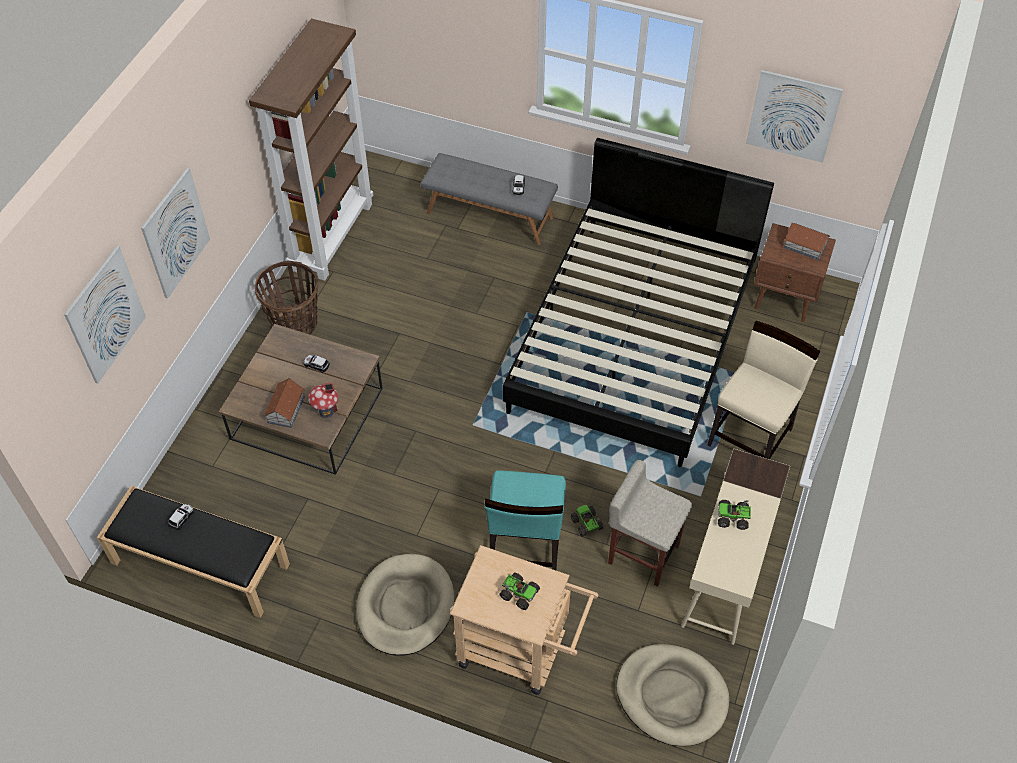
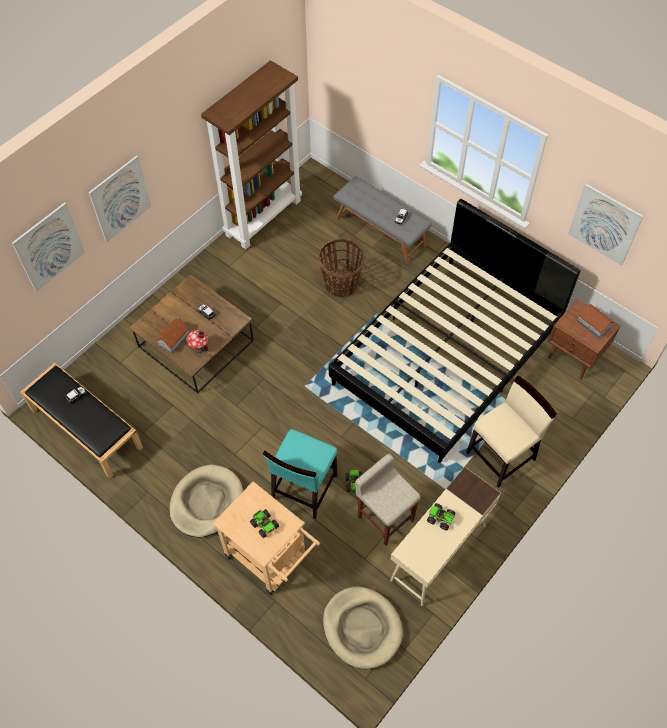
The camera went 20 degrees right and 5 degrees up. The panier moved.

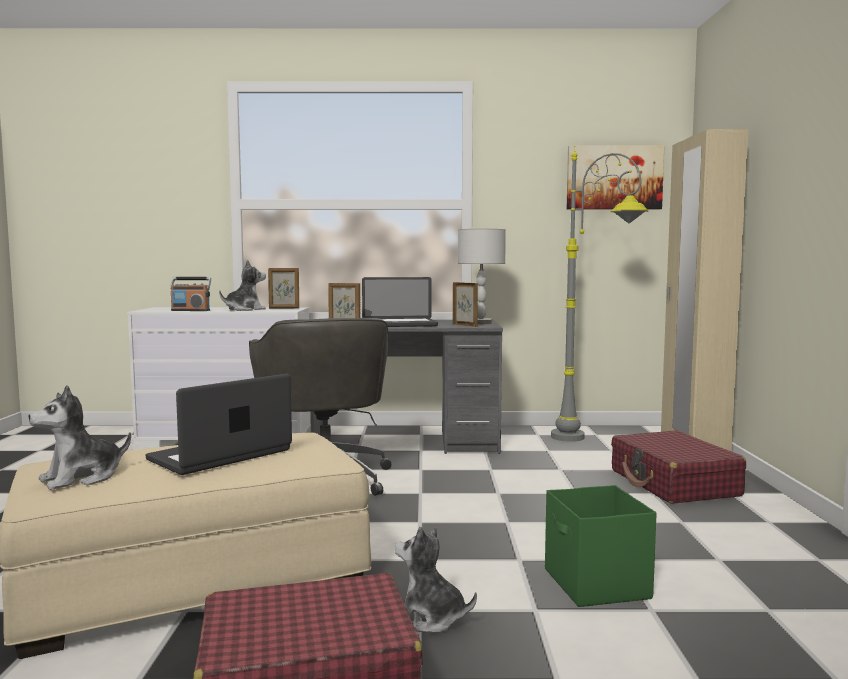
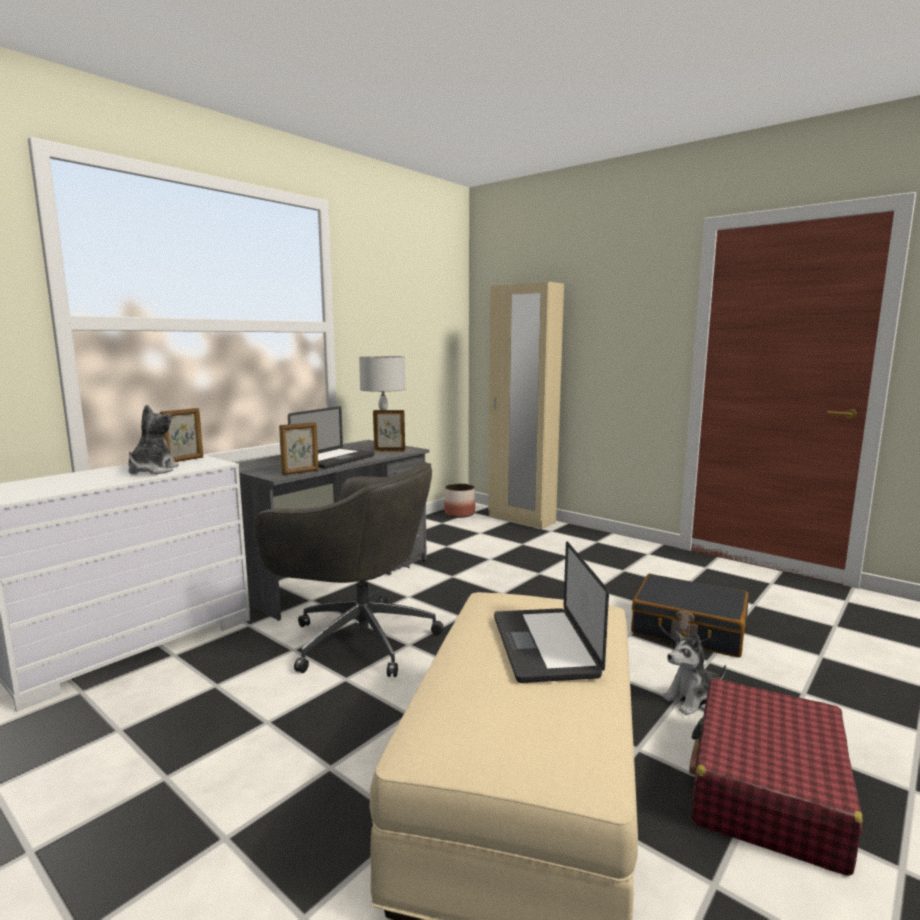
The camera went 50 degrees left and 5 degrees up. The peluche (no. 1 from left) disappeared. The radio disappeared. The lampadaire [gris] disappeared. The tableau disappeared. The valise [rouge] (no. 2 from left) disappeared. The cache-pot appeared. The boîte de rangement [vert] was replaced by the valise [noir].

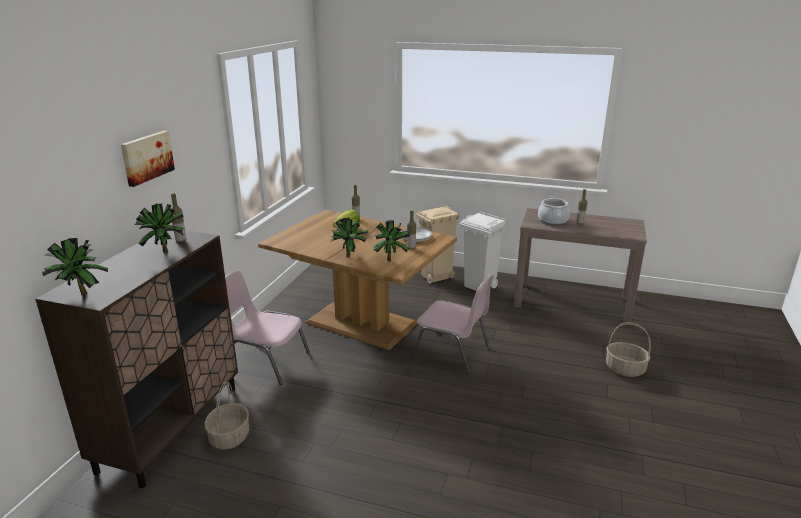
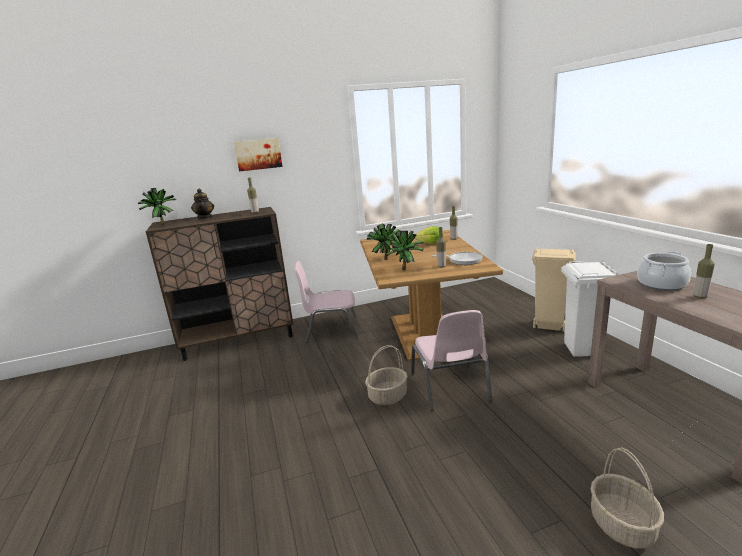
The camera went 55 degrees right and 5 degrees down. The plante en pot (no. 2 from left) disappeared. The théière appeared. The panier (no. 1 from left) moved. The chaise [rose] (no. 1 from left) turned 75 degrees counterclockwise.

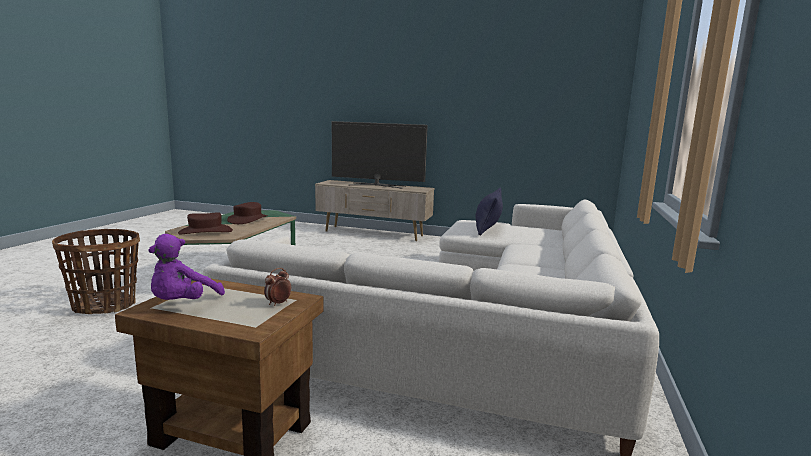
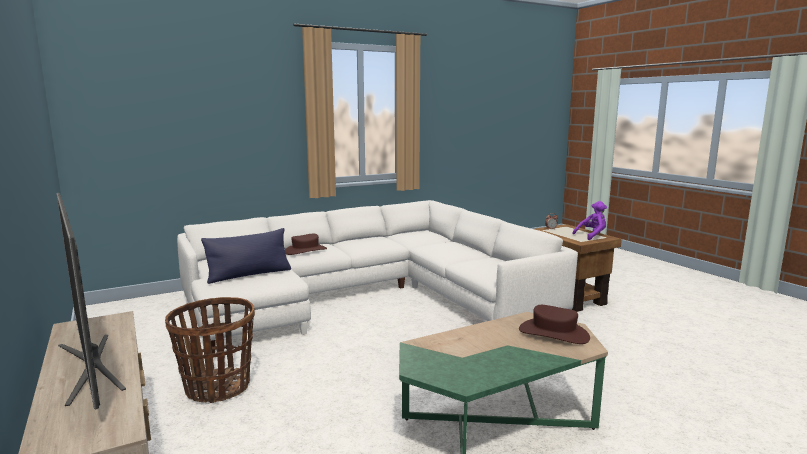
The camera went 135 degrees left and 0 degrees up. The panier moved. The chapeau [marron] (no. 2 from left in the first image) moved.

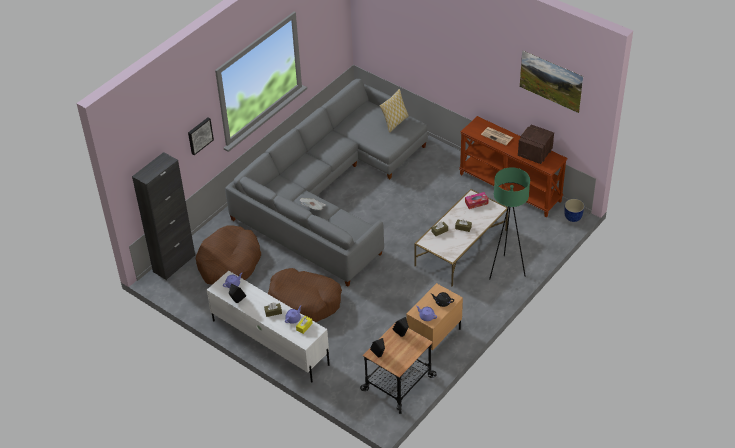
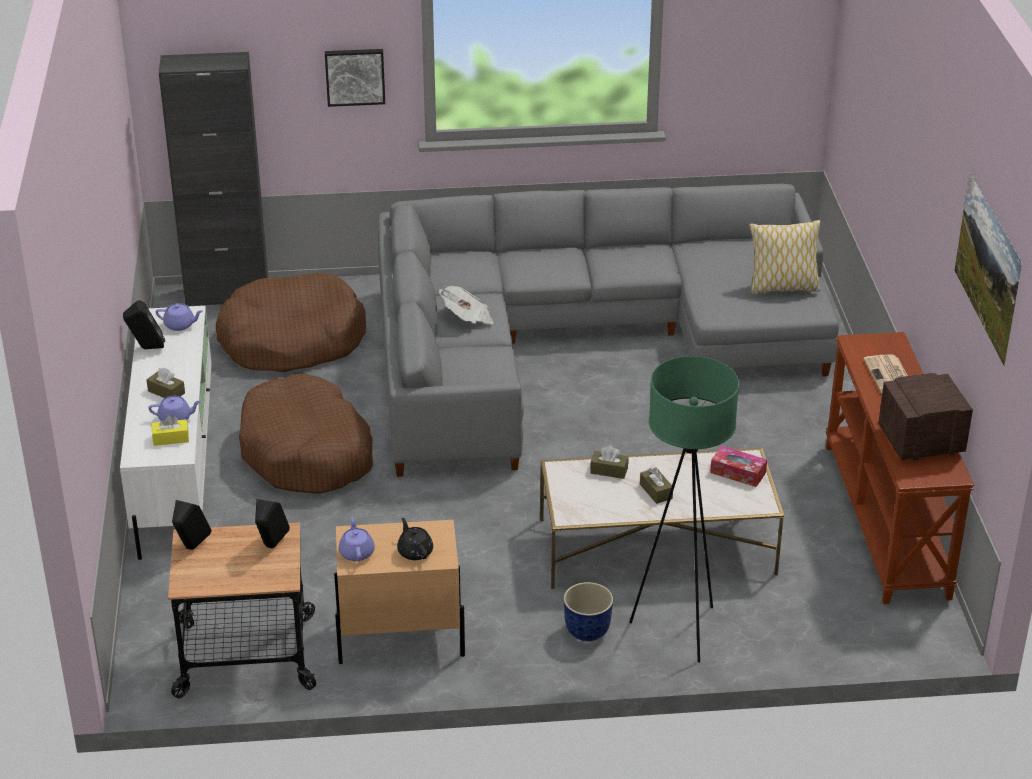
The camera went 45 degrees right and 10 degrees down. The cache-pot moved.

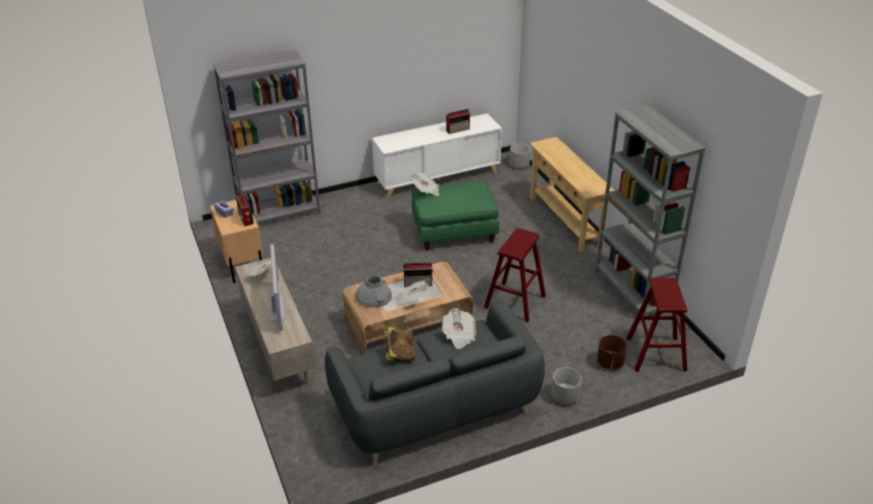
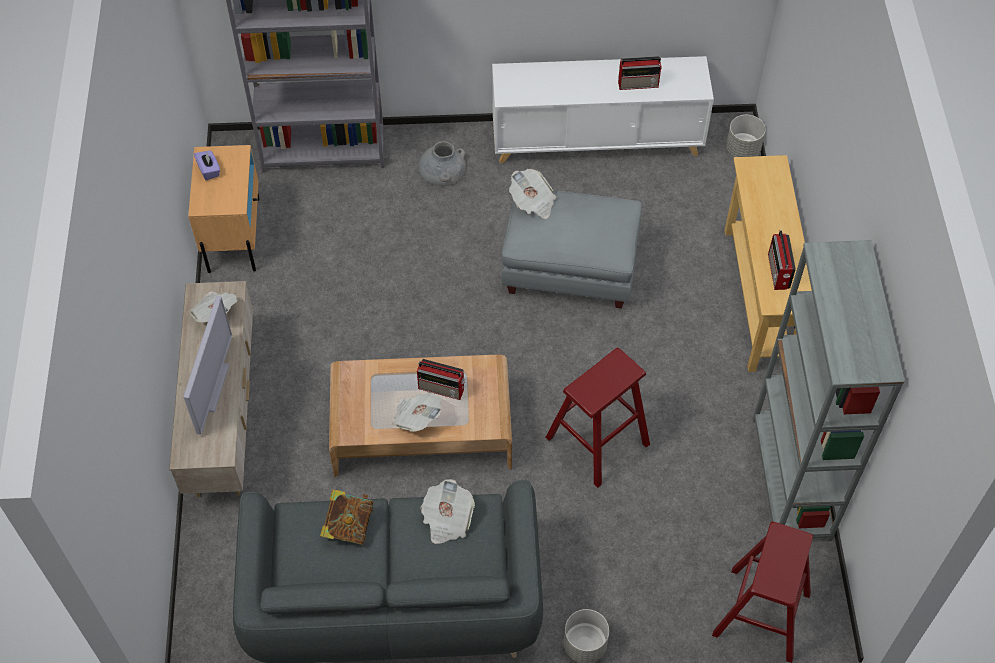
The camera went 20 degrees right and 20 degrees up. The cache-pot [marron] disappeared. The radio (no. 1 from left in the first image) moved. The vase [gris] moved. The pouf [vert] became the pouf [gris].

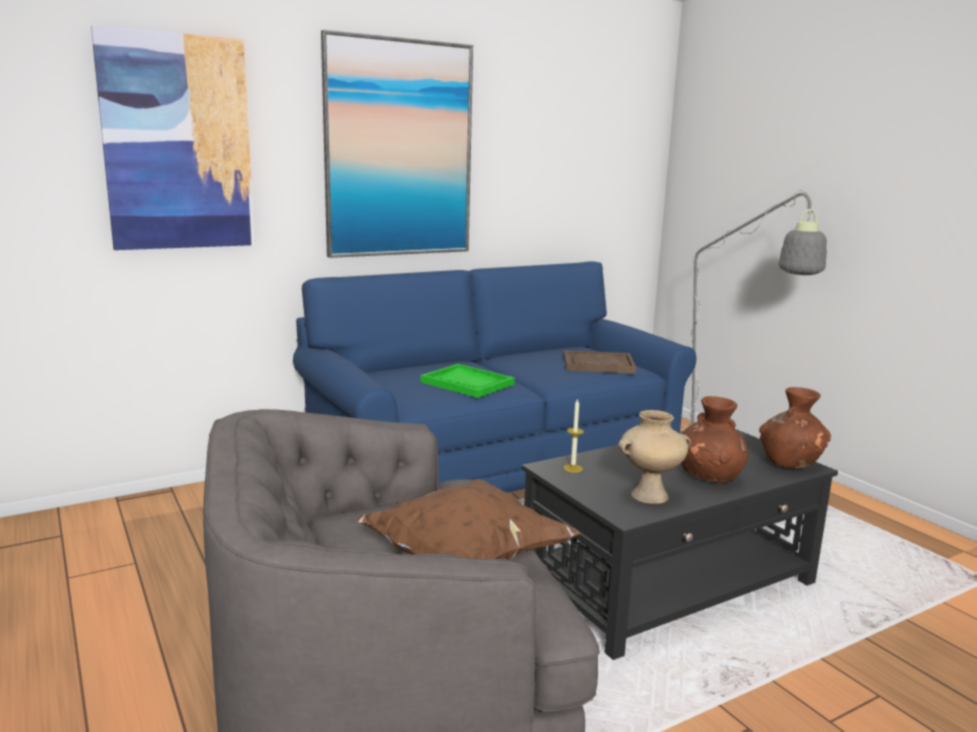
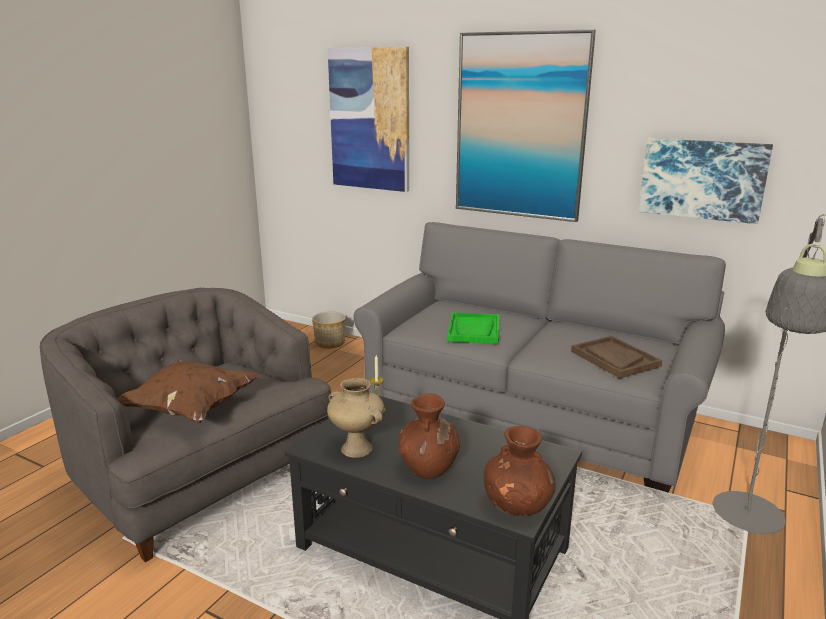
The camera went 60 degrees right and 5 degrees up. The cache-pot appeared. The tableau (no. 3 from left) appeared. The canapé [bleu] became the canapé [gris].

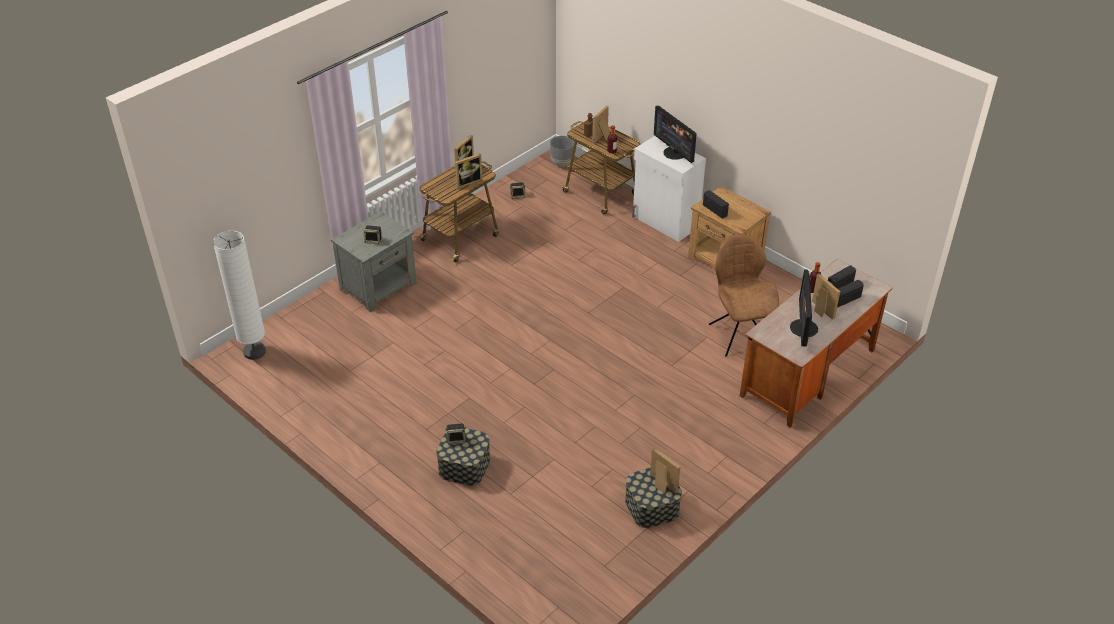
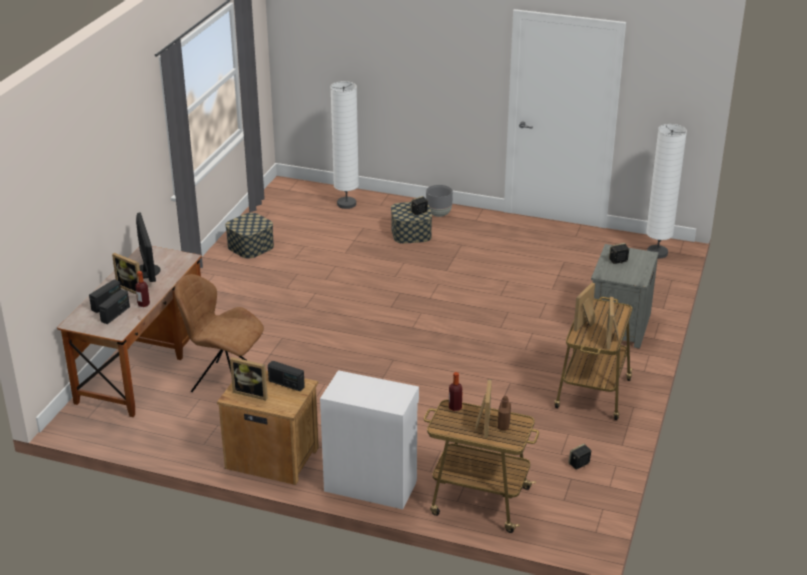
The camera went 155 degrees right and 10 degrees down. The écran d'ordinateur (no. 1 from left) disappeared. The lampadaire [blanc] (no. 1 from left) appeared. The cache-pot [gris] moved. The cadre photo (no. 4 from left in the first image) moved. The chaise [marron] turned 150 degrees clockwise.

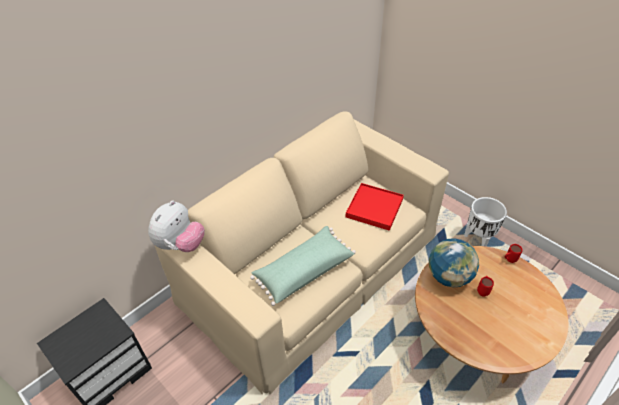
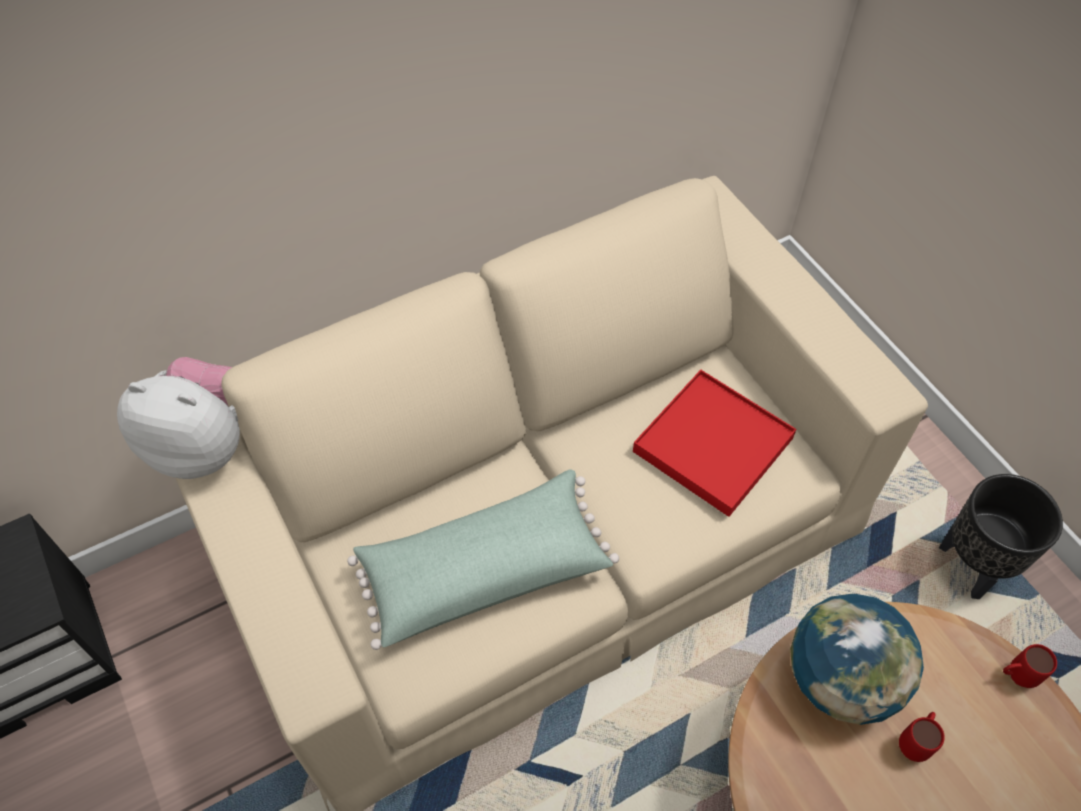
The camera went 15 degrees right and 10 degrees up. The cache-pot [blanc] became the cache-pot [noir]. The peluche turned 120 degrees counterclockwise.

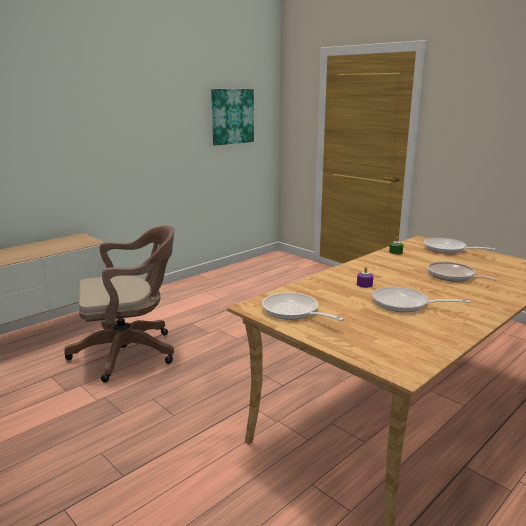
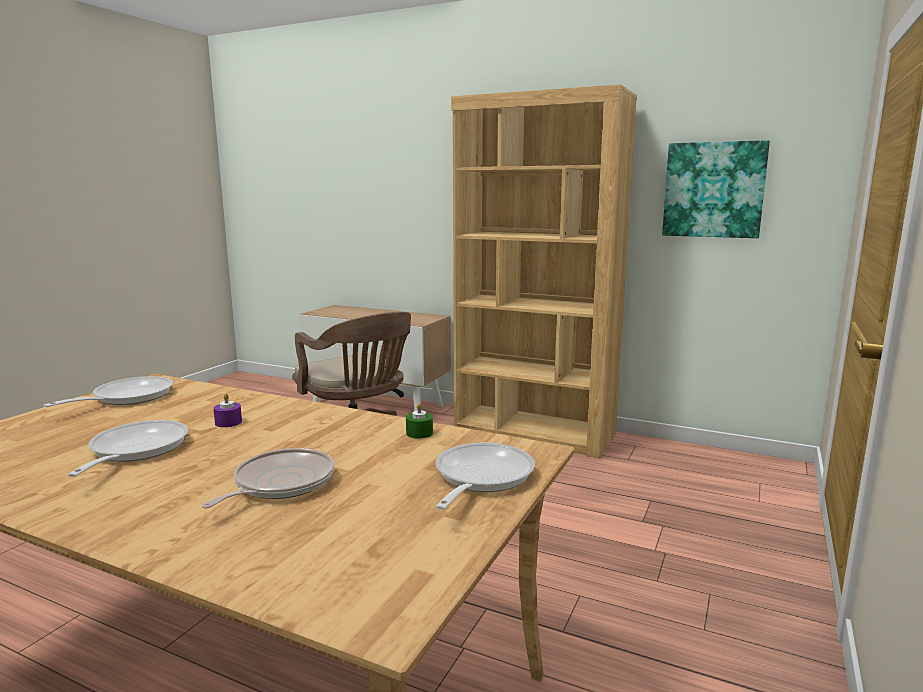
The camera went 70 degrees right and 5 degrees down. The bibliothèque [marron] appeared.

